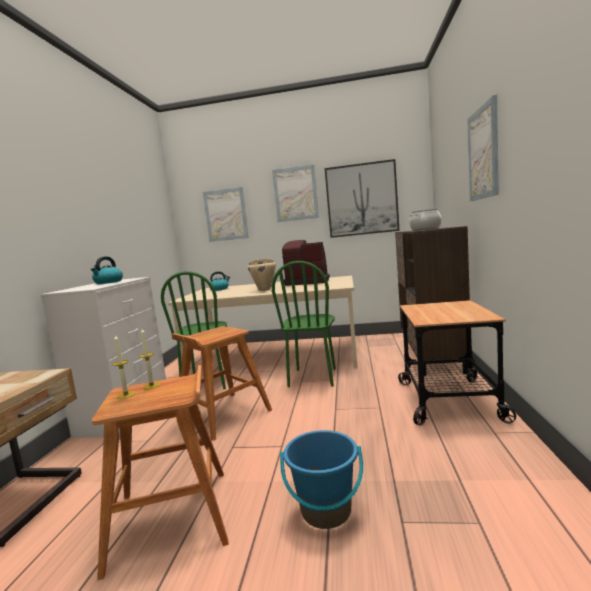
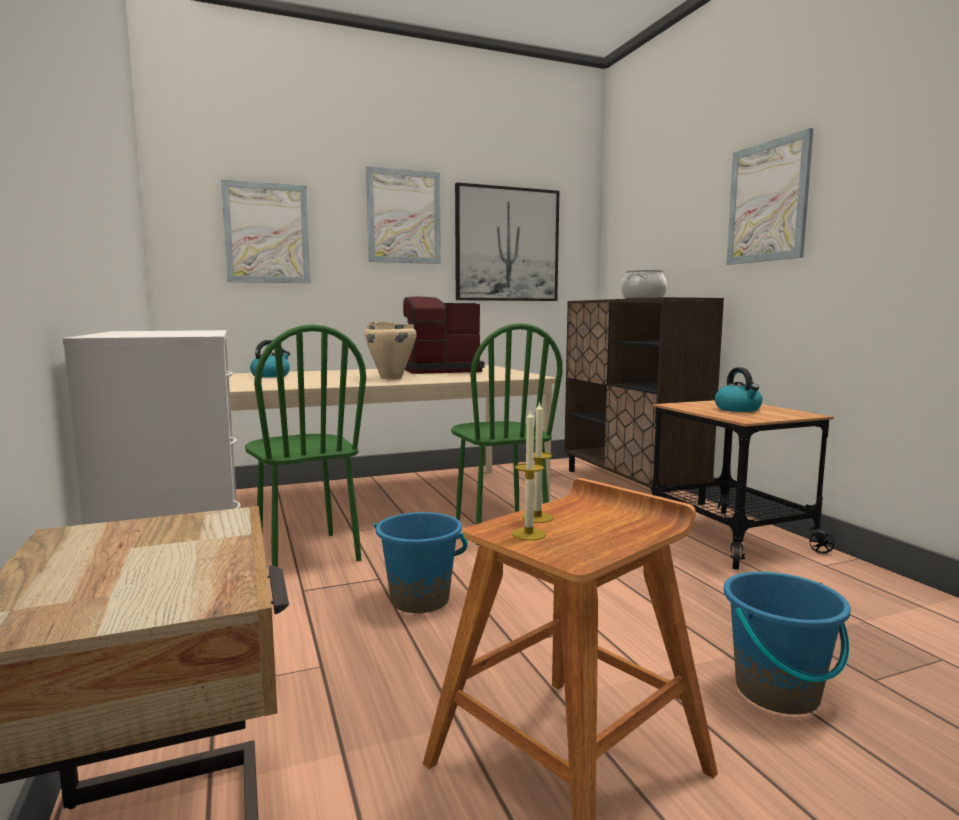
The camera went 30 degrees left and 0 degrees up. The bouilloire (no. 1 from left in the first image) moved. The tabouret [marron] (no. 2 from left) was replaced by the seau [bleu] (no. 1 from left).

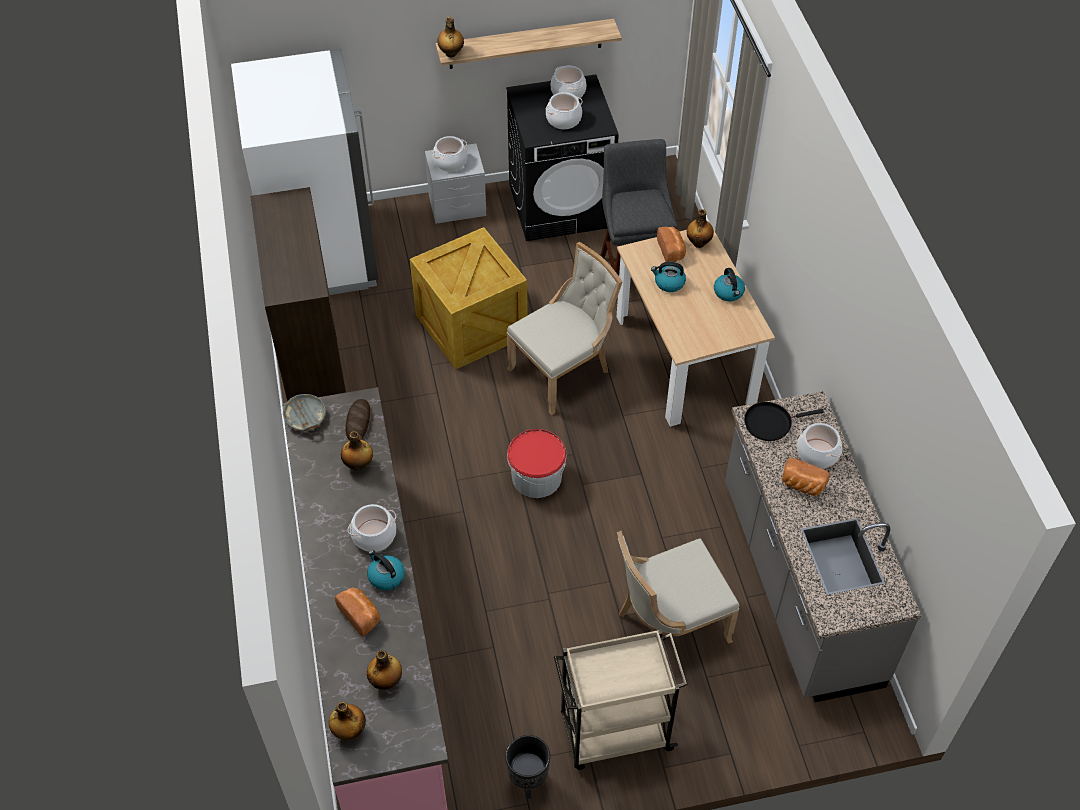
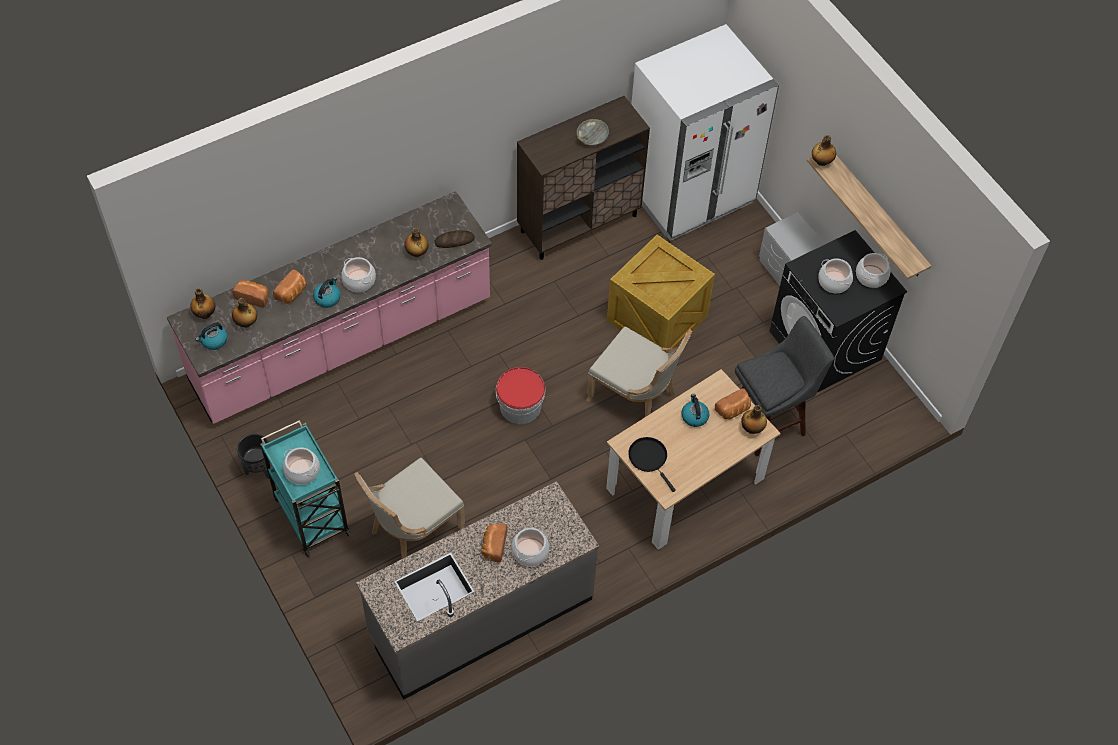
The camera went 70 degrees right and 5 degrees up. The pain (no. 1 from left) appeared. The bol [gris] moved. The marmite (no. 2 from left in the first image) moved. The bouilloire (no. 3 from left in the first image) moved. The poêle [noir] moved. The chariot [beige] became the chariot [turquoise]. The chaise [beige] (no. 2 from left in the first image) turned 90 degrees counterclockwise.

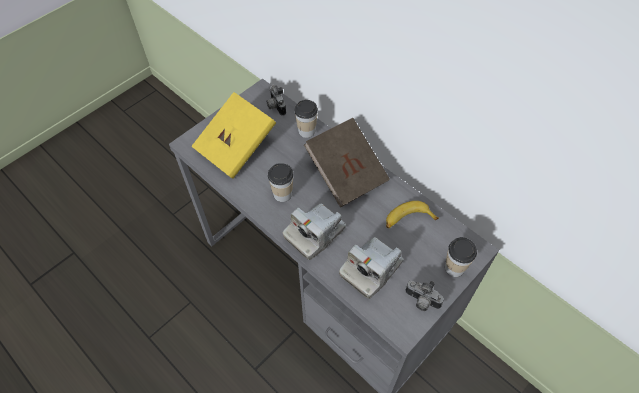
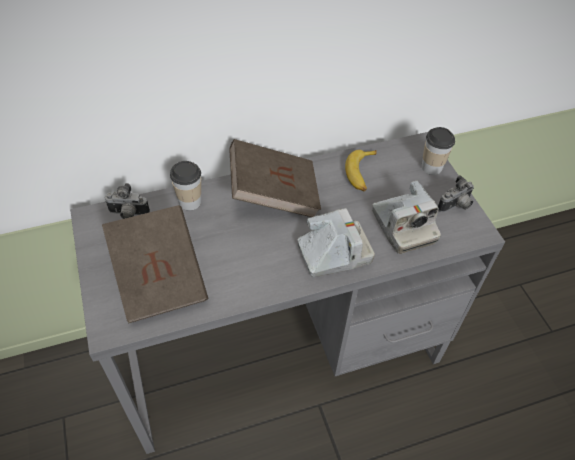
The camera went 65 degrees left and 5 degrees down. The tasse (no. 1 from left) disappeared. The livre [jaune] became the livre [marron] (no. 1 from left). The appareil photo (no. 2 from left) turned 90 degrees counterclockwise.

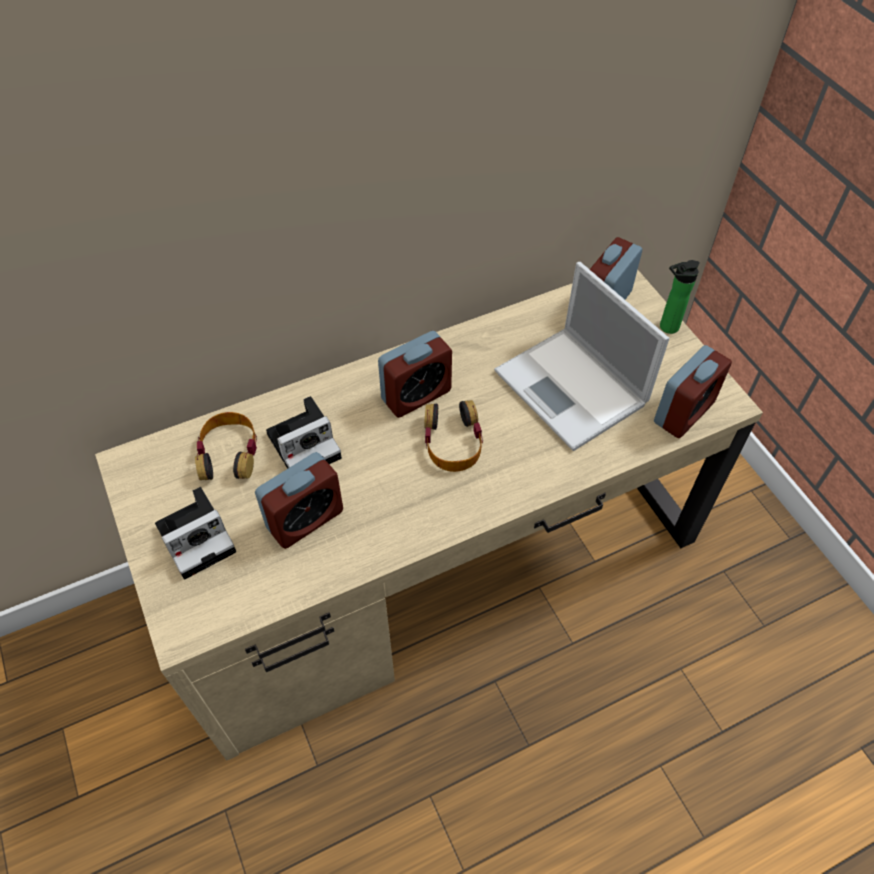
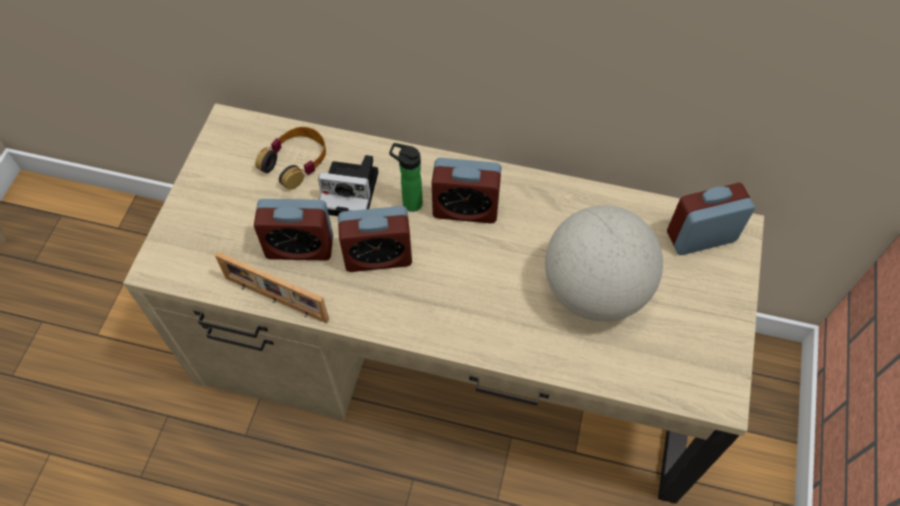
The camera went 40 degrees right and 5 degrees up. The appareil photo (no. 1 from left) disappeared. The casque audio (no. 2 from left) disappeared. The cadre photo appeared. The réveil (no. 4 from left in the first image) moved. The bouteille moved. The ordinateur portable was replaced by the globe.

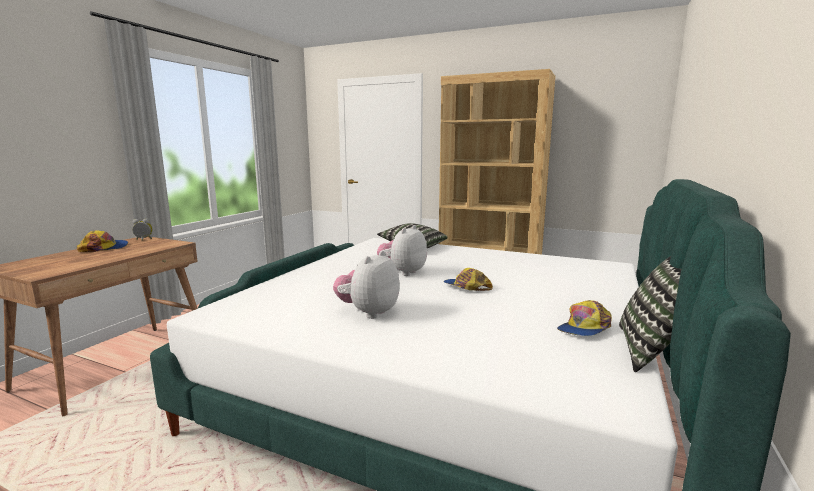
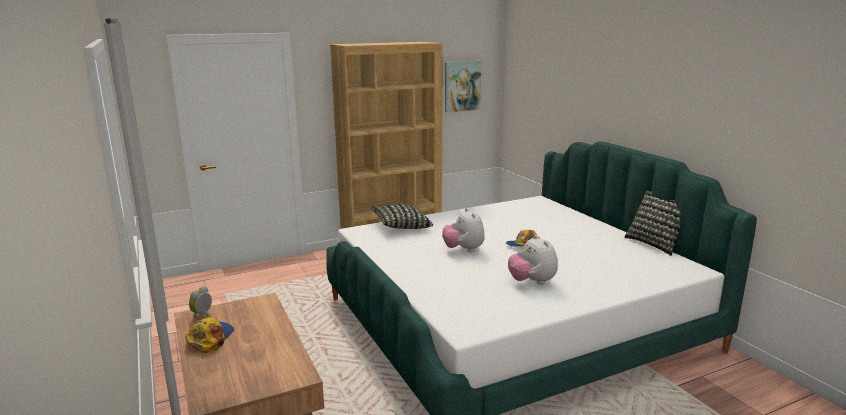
The camera went 50 degrees left and 5 degrees up. The casquette (no. 3 from left) disappeared. The tableau appeared.

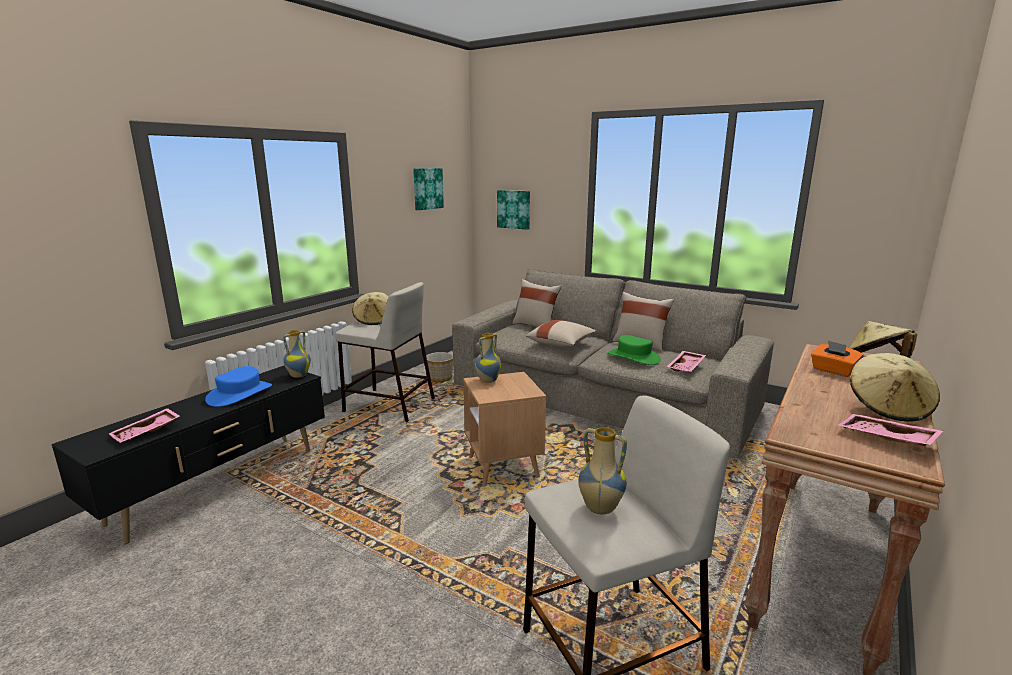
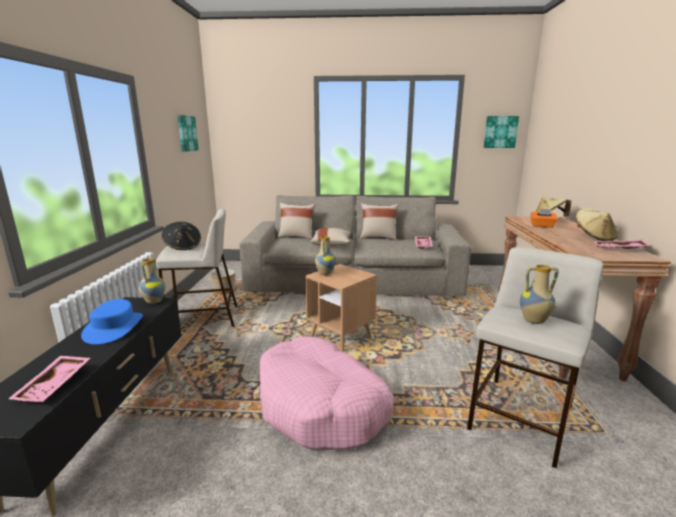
The camera went 30 degrees left and 0 degrees up. The chapeau [vert] disappeared. The panier pour chien [rose] appeared. The tableau (no. 2 from left) moved. The chapeau [beige] (no. 1 from left) became the chapeau [noir].

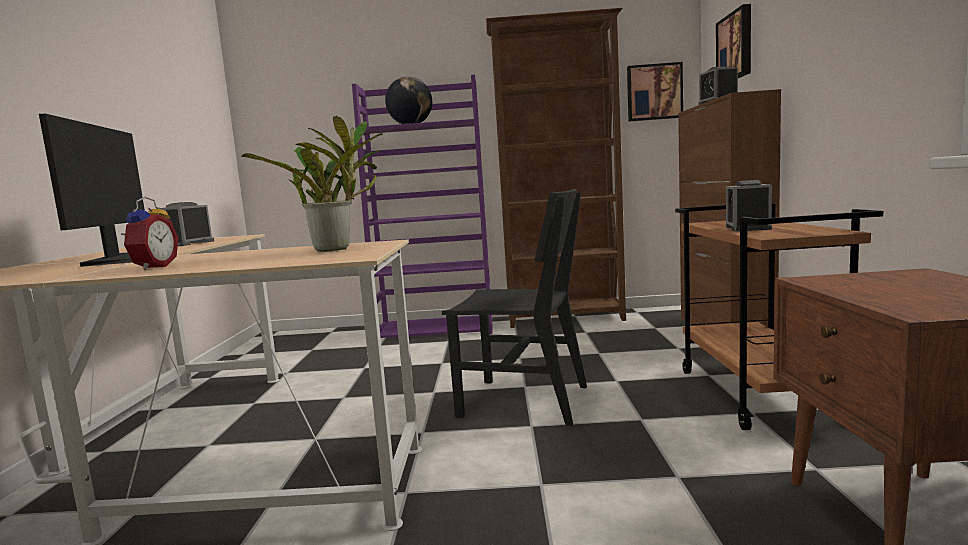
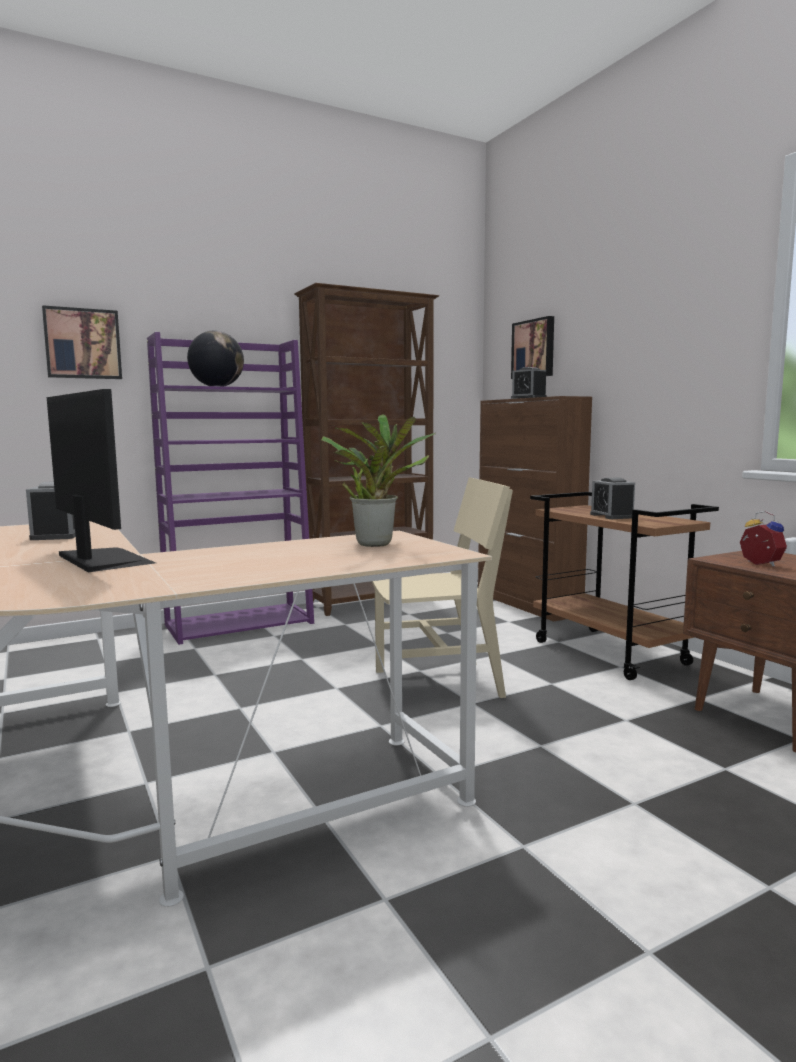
The camera went 30 degrees left and 0 degrees up. The réveil (no. 1 from left in the first image) moved. The tableau (no. 1 from left) moved. The chaise [noir] became the chaise [beige].

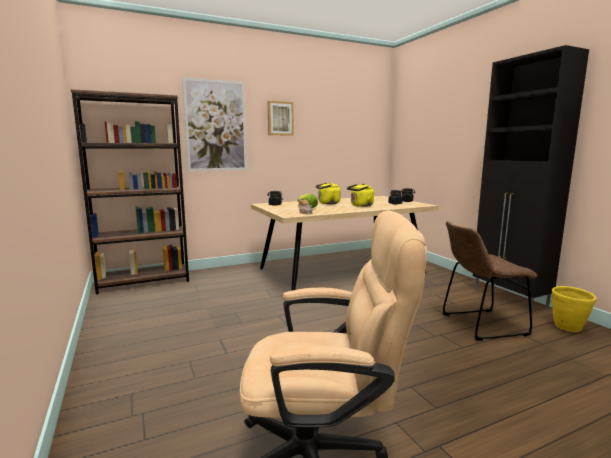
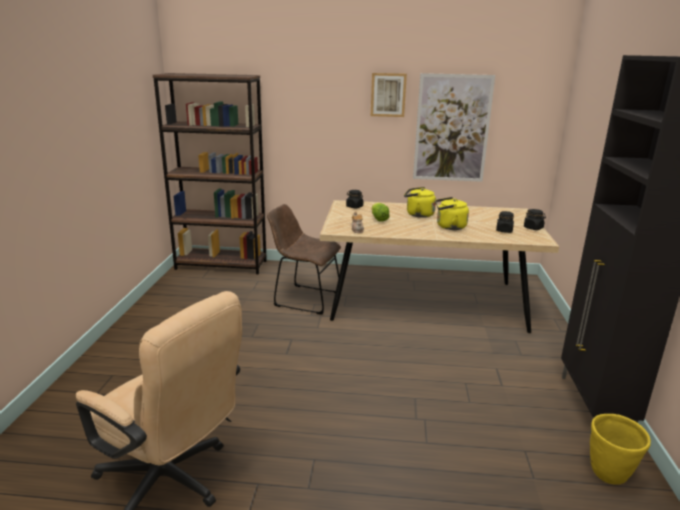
The camera went 30 degrees right and 10 degrees up. The tableau (no. 1 from left in the first image) moved. The chaise [marron] moved.

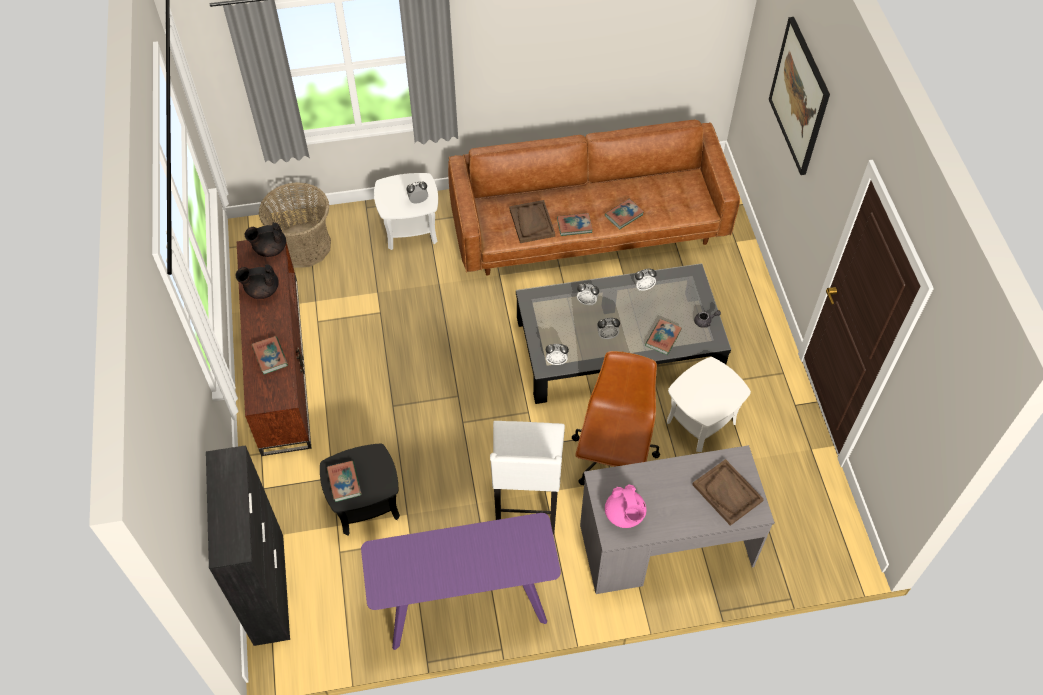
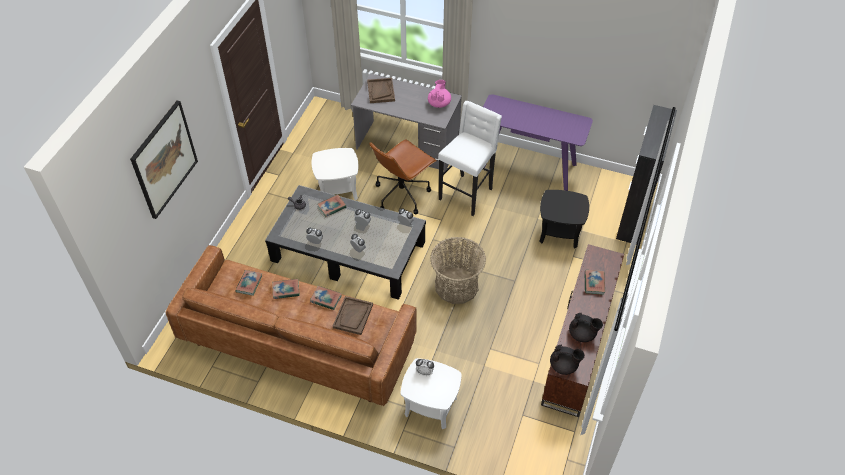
The camera went 150 degrees left and 5 degrees down. The panier moved. The livre (no. 2 from left in the first image) moved.

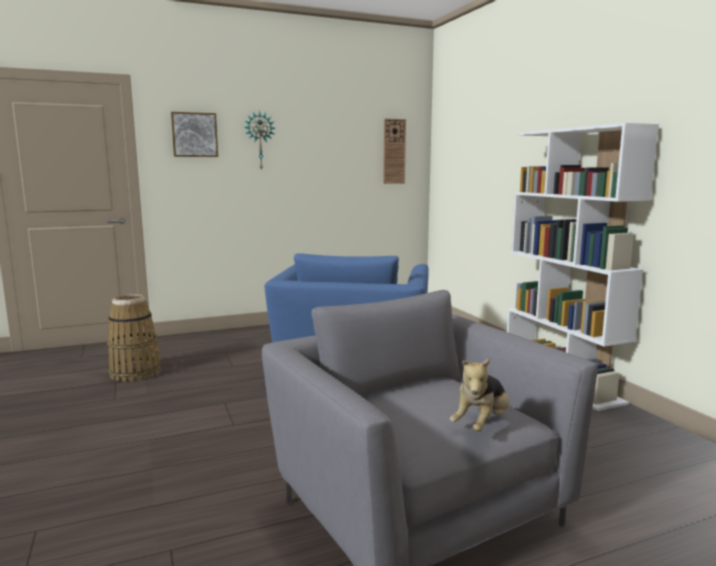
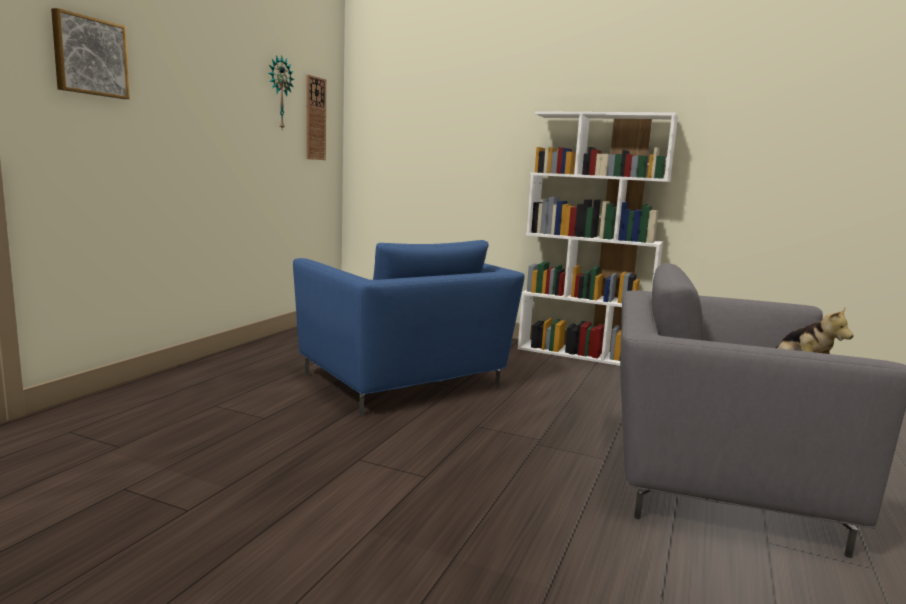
The camera went 45 degrees left and 0 degrees up. The panier disappeared. The horloge murale (no. 1 from left) moved.

